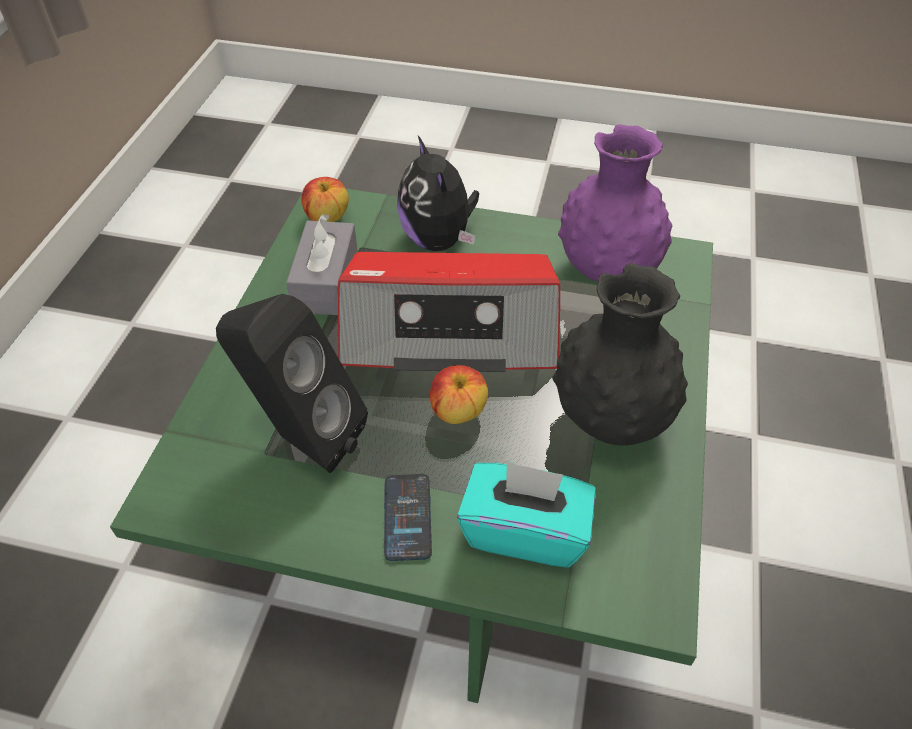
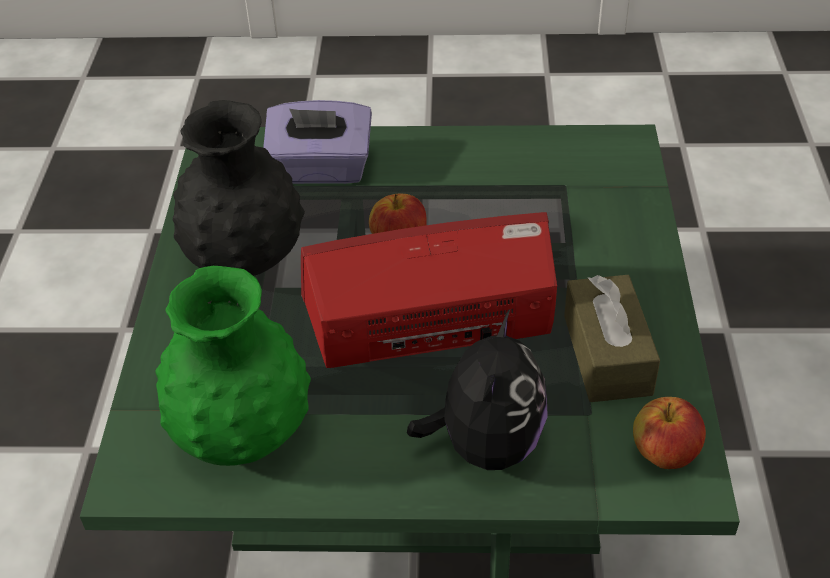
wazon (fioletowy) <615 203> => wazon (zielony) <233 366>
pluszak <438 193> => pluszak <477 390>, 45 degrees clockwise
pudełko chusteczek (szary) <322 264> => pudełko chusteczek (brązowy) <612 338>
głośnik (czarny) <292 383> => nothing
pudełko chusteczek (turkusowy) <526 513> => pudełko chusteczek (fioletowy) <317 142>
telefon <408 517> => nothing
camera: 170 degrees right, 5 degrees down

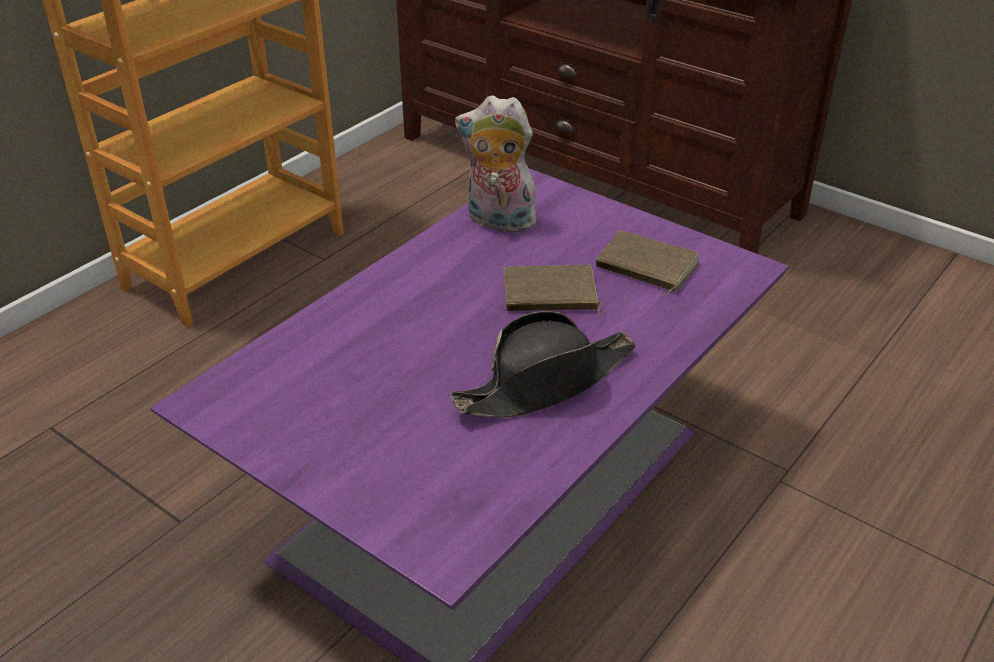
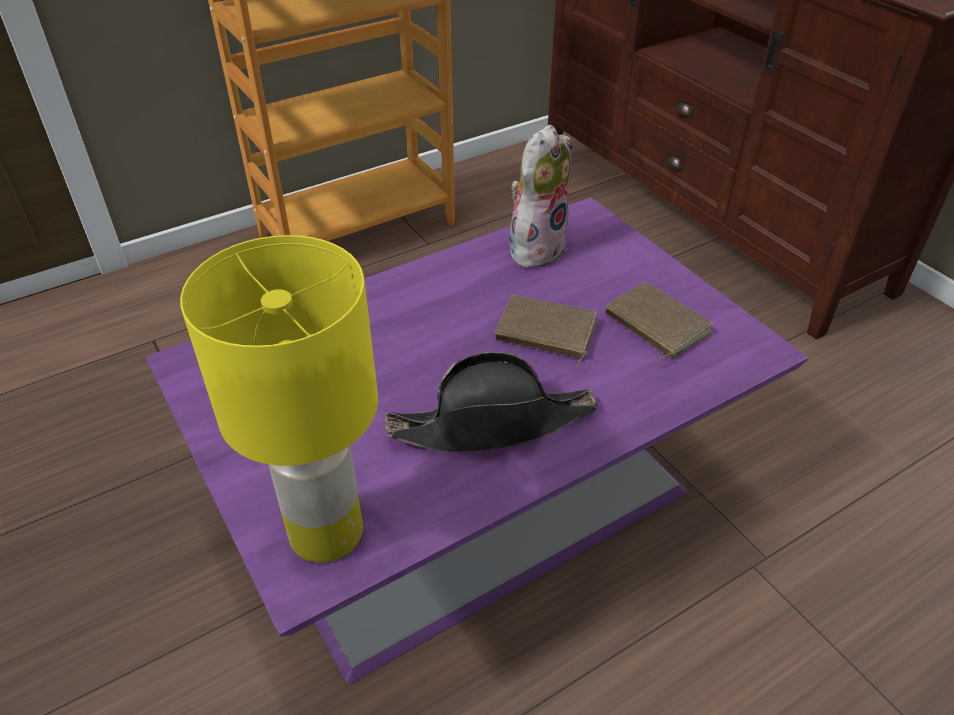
pluszak <498 163> => pluszak <541 196>, 90 degrees clockwise
nothing => lampa stołowa (żółty) <279 399>
camera: 20 degrees right, 5 degrees up

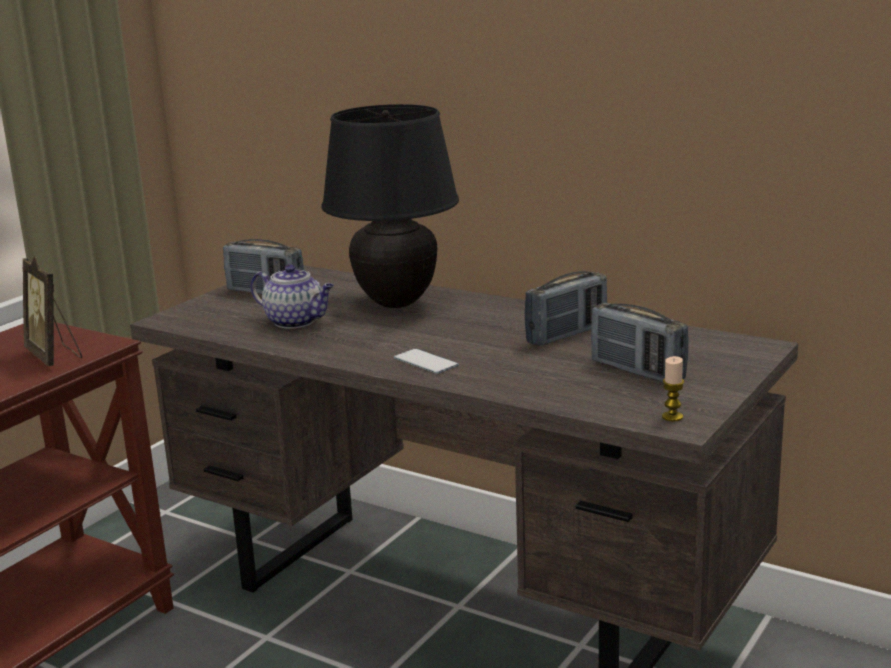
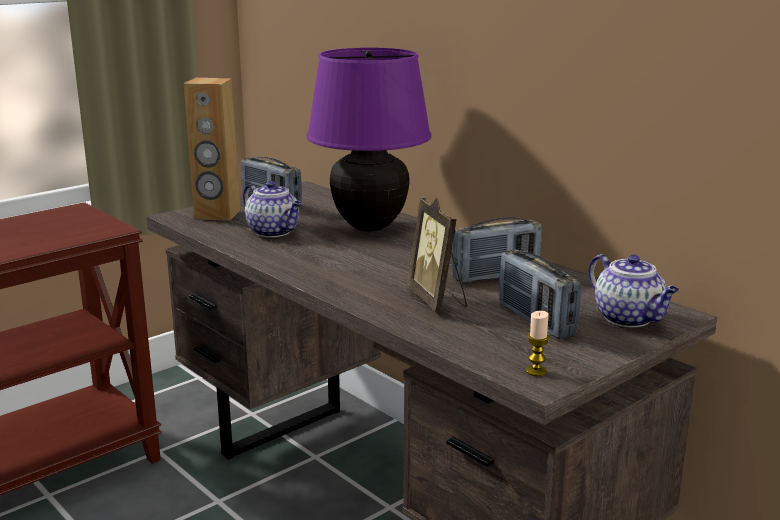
lampa stołowa (czarny) <390 206> => lampa stołowa (fioletowy) <369 140>
ramka na zdjęcie <52 311> => ramka na zdjęcie <437 254>, moved
telefon <426 361> => nothing
nothing => głośnik (brązowy) <212 149>
nothing => imbryk <633 290>
camera: 15 degrees right, 0 degrees up

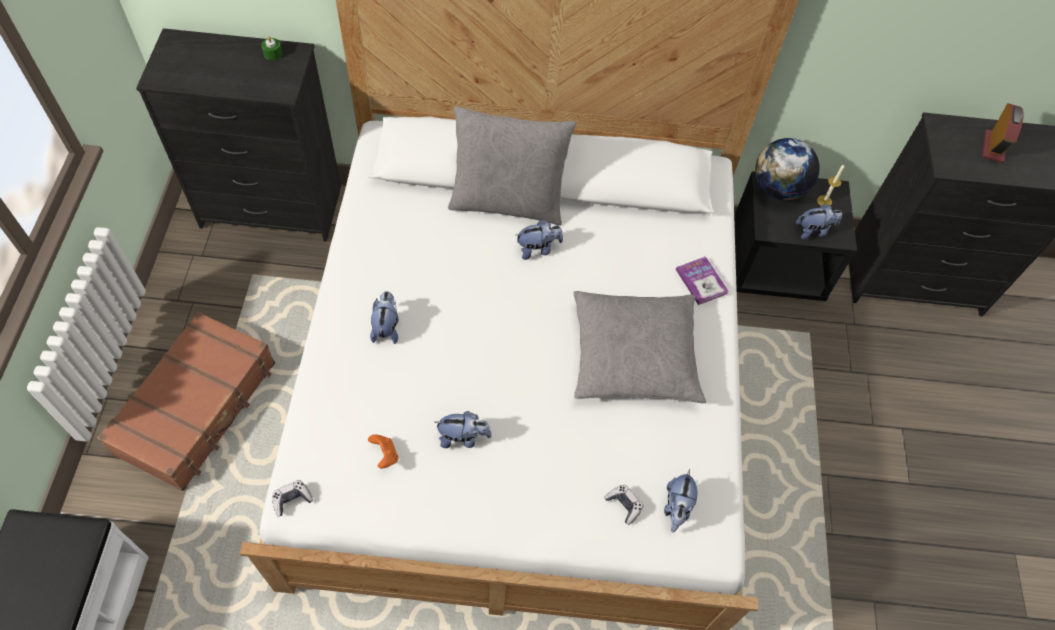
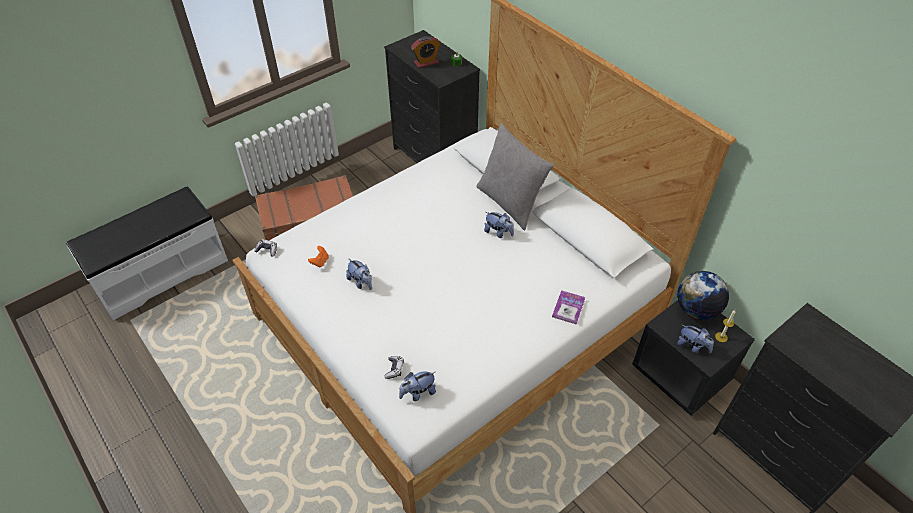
budzik <1002 133> => budzik <425 52>, moved
pluszak <384 317> => nothing
poduszka (szary) <640 347> => nothing
camera: 50 degrees right, 10 degrees down

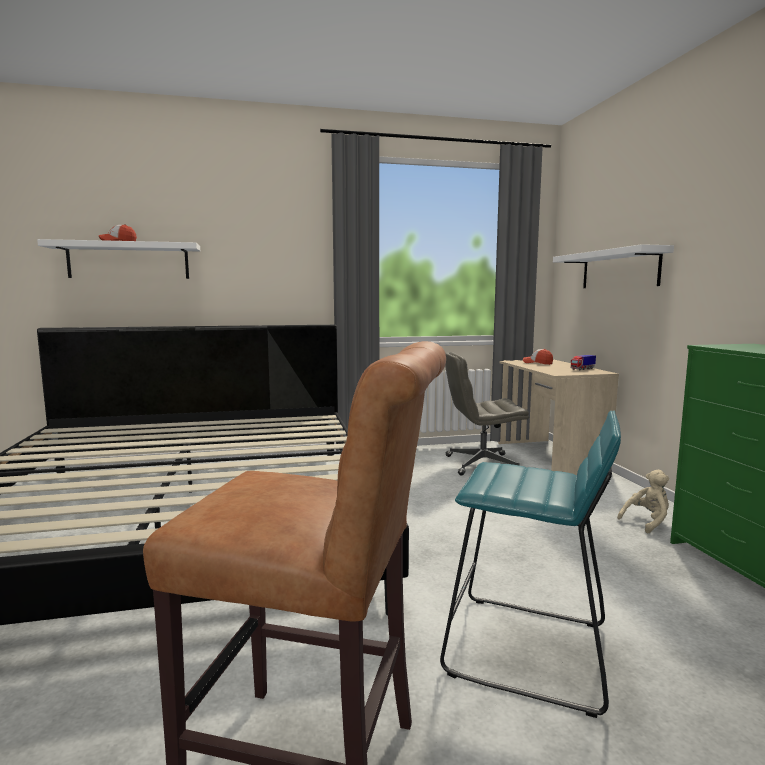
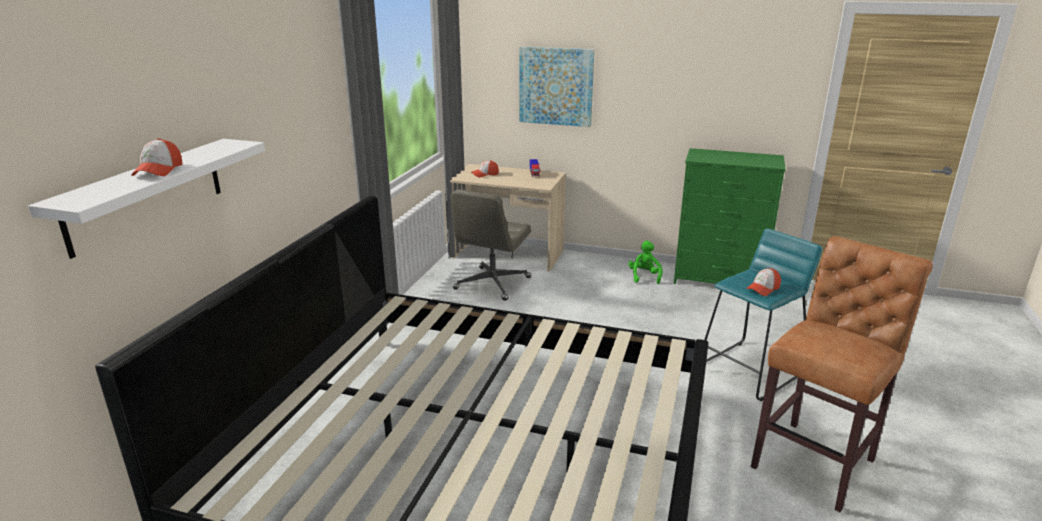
półka (biały) <613 266> => obraz <556 86>
pluszak (beżowy) <643 502> => pluszak (zielony) <645 262>
nothing => czapka z daszkiem <763 282>
camera: 60 degrees left, 15 degrees up

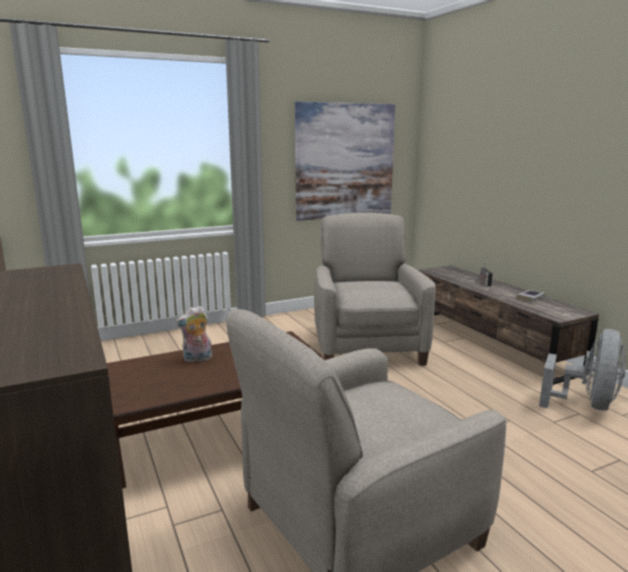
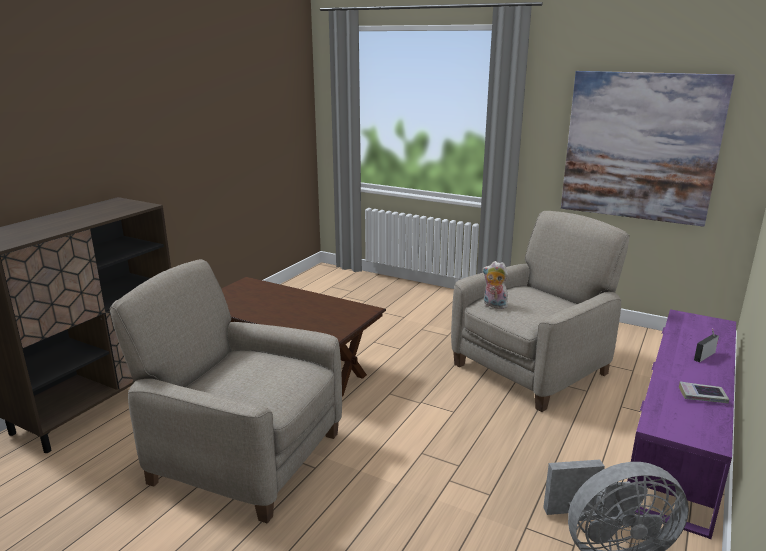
szafka pod telewizor (brązowy) <508 325> => szafka pod telewizor (fioletowy) <681 424>
pluszak <194 334> => pluszak <495 285>, moved
camera: 55 degrees right, 5 degrees up

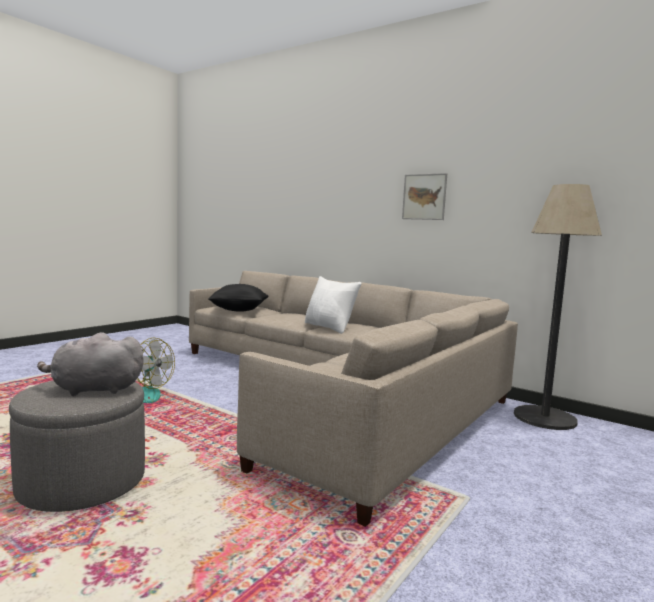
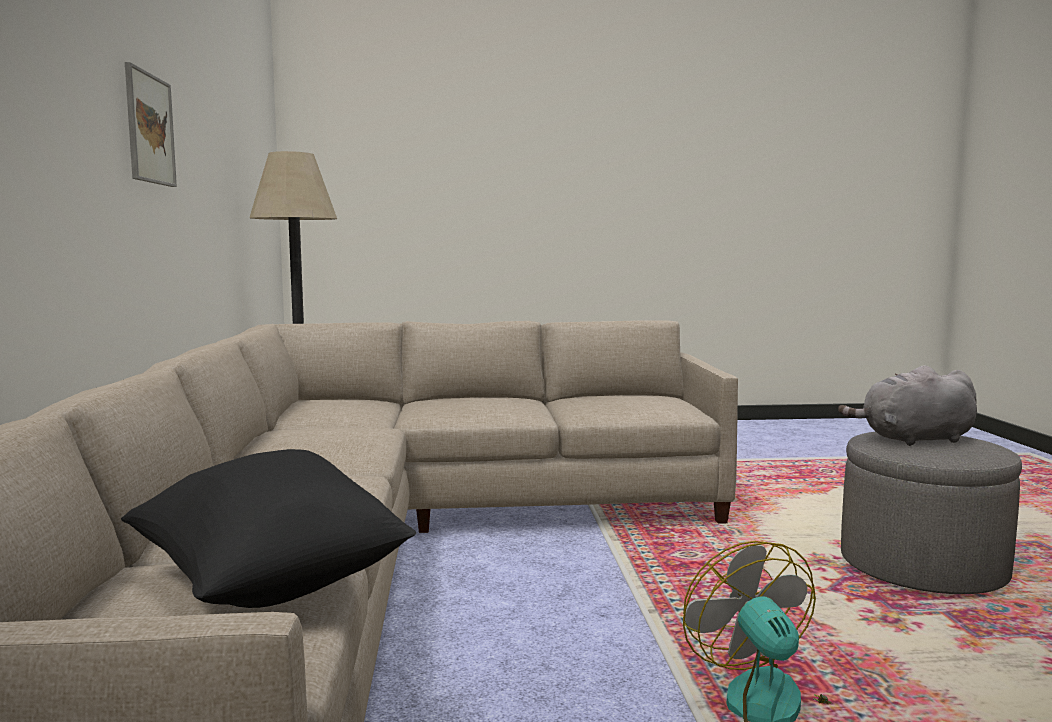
poduszka (biały) <333 305> => nothing
pluszak (szary) <90 364> => pluszak (szary) <907 405>, 135 degrees clockwise
camera: 130 degrees left, 0 degrees up

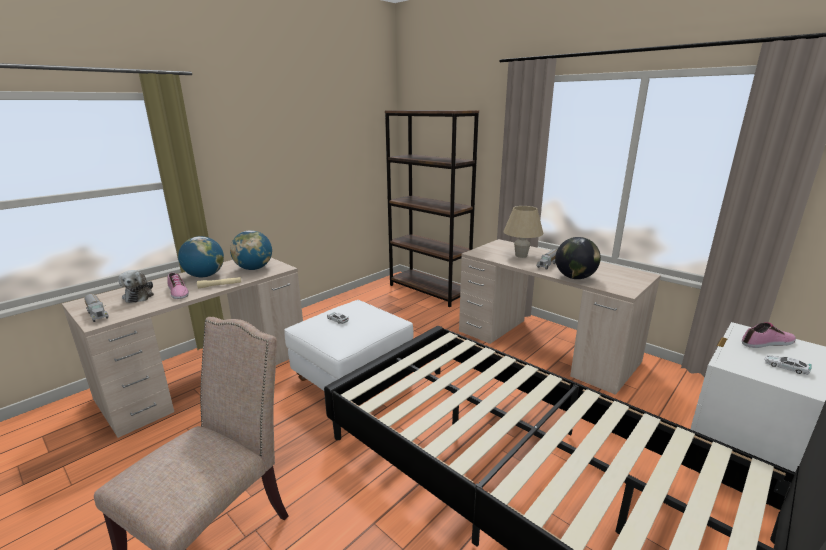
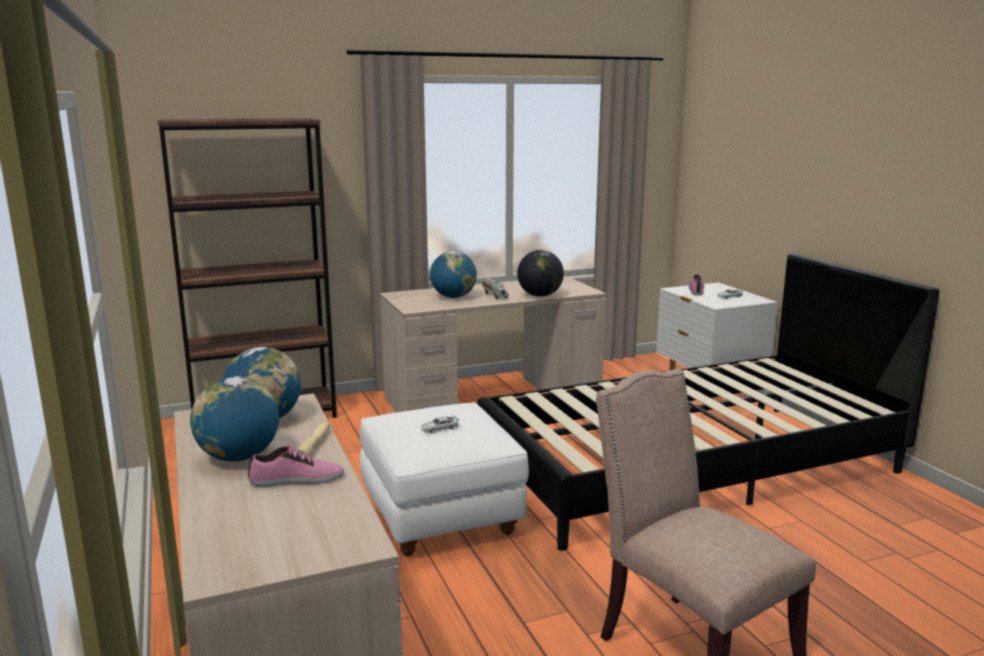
lampa stołowa (beżowy) <523 232> => globus <453 274>
pluszak <136 286> => nothing
ciężarówka zabawkowa <96 308> => nothing
camera: 65 degrees left, 5 degrees down

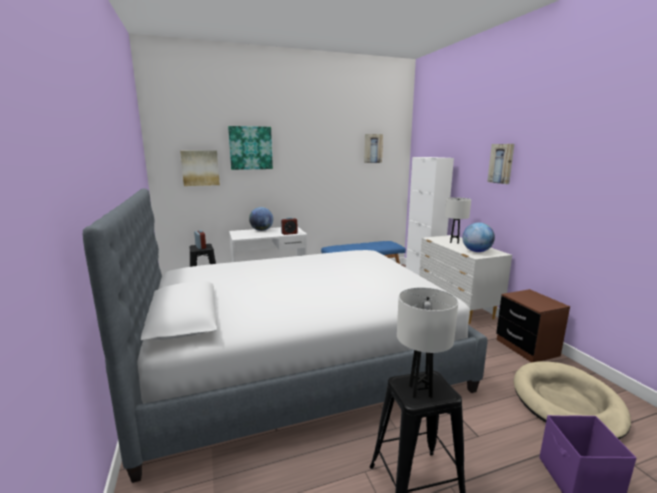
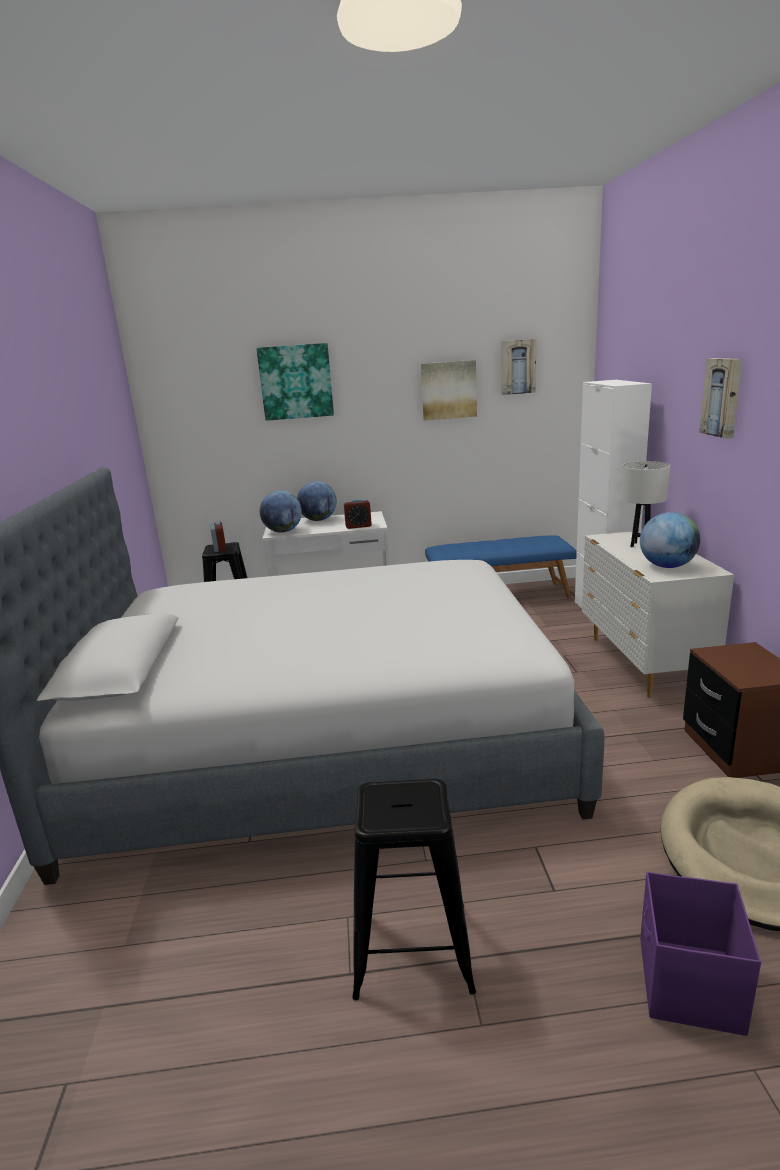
obraz <200 168> => obraz <449 390>, moved
lampa stołowa (biały) <427 342> => nothing
nothing => globus <281 511>
camera: 15 degrees right, 5 degrees up

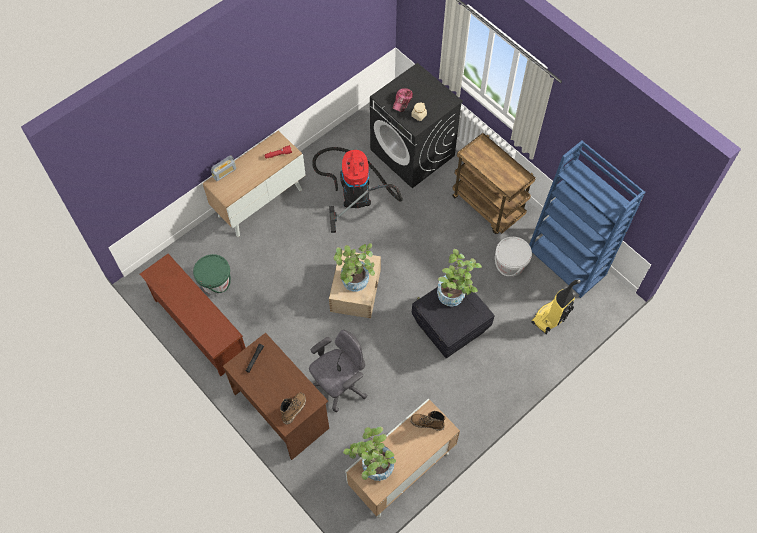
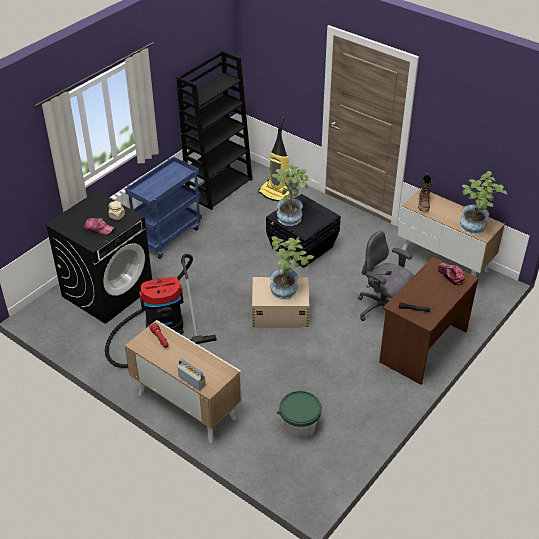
wózek (brązowy) <494 183> => wózek (niebieski) <163 208>
regał (niebieski) <587 219> => regał (czarny) <214 130>
wiadro (biały) <513 257> => nothing
regał na buty (brązowy) <193 314> => nothing
but z cholewką <293 409> => czapka z daszkiem <451 274>
camera: 100 degrees left, 20 degrees down

